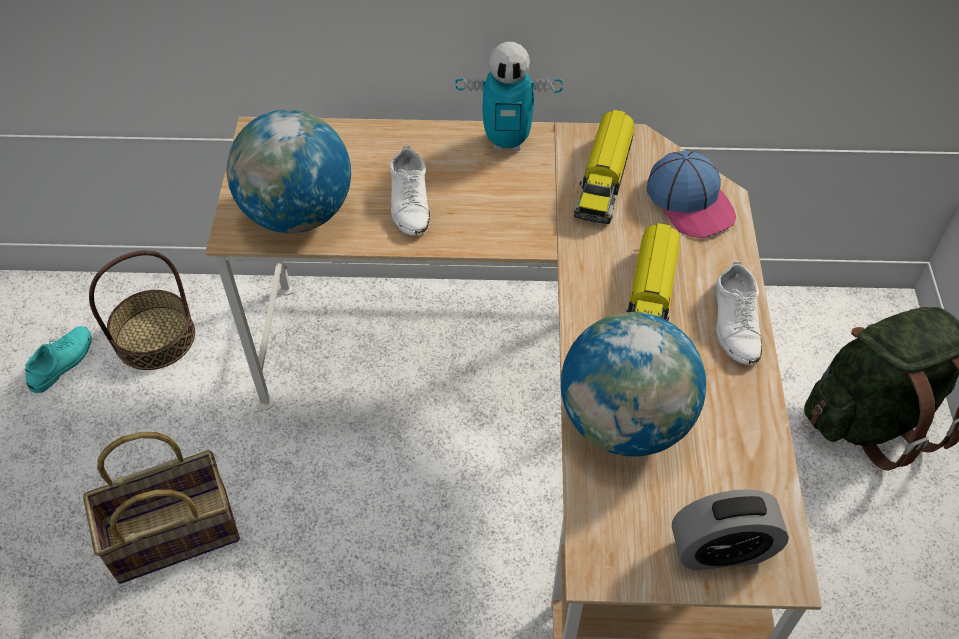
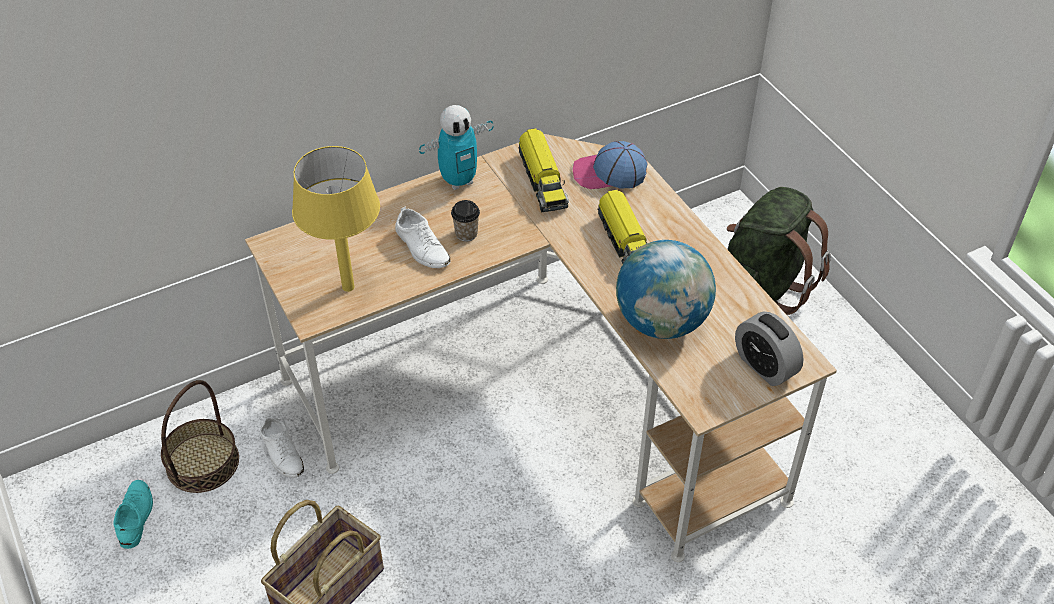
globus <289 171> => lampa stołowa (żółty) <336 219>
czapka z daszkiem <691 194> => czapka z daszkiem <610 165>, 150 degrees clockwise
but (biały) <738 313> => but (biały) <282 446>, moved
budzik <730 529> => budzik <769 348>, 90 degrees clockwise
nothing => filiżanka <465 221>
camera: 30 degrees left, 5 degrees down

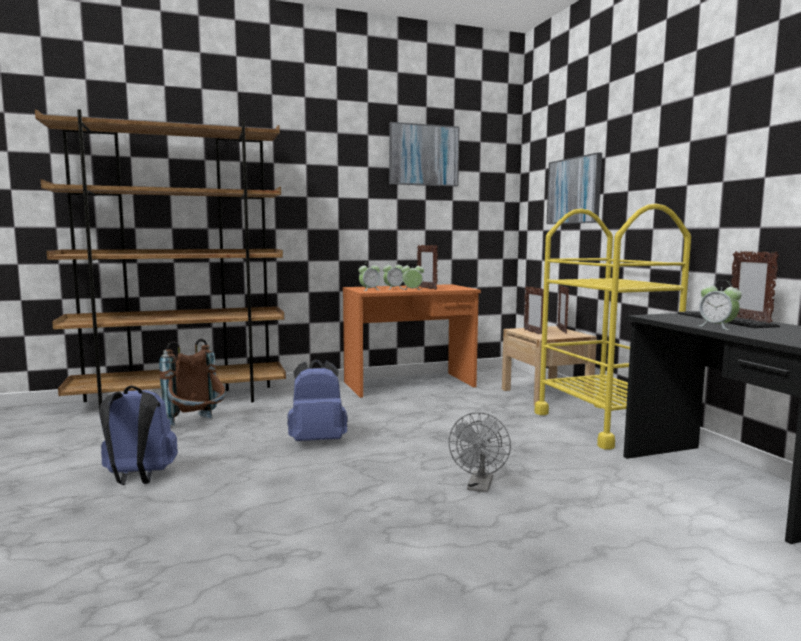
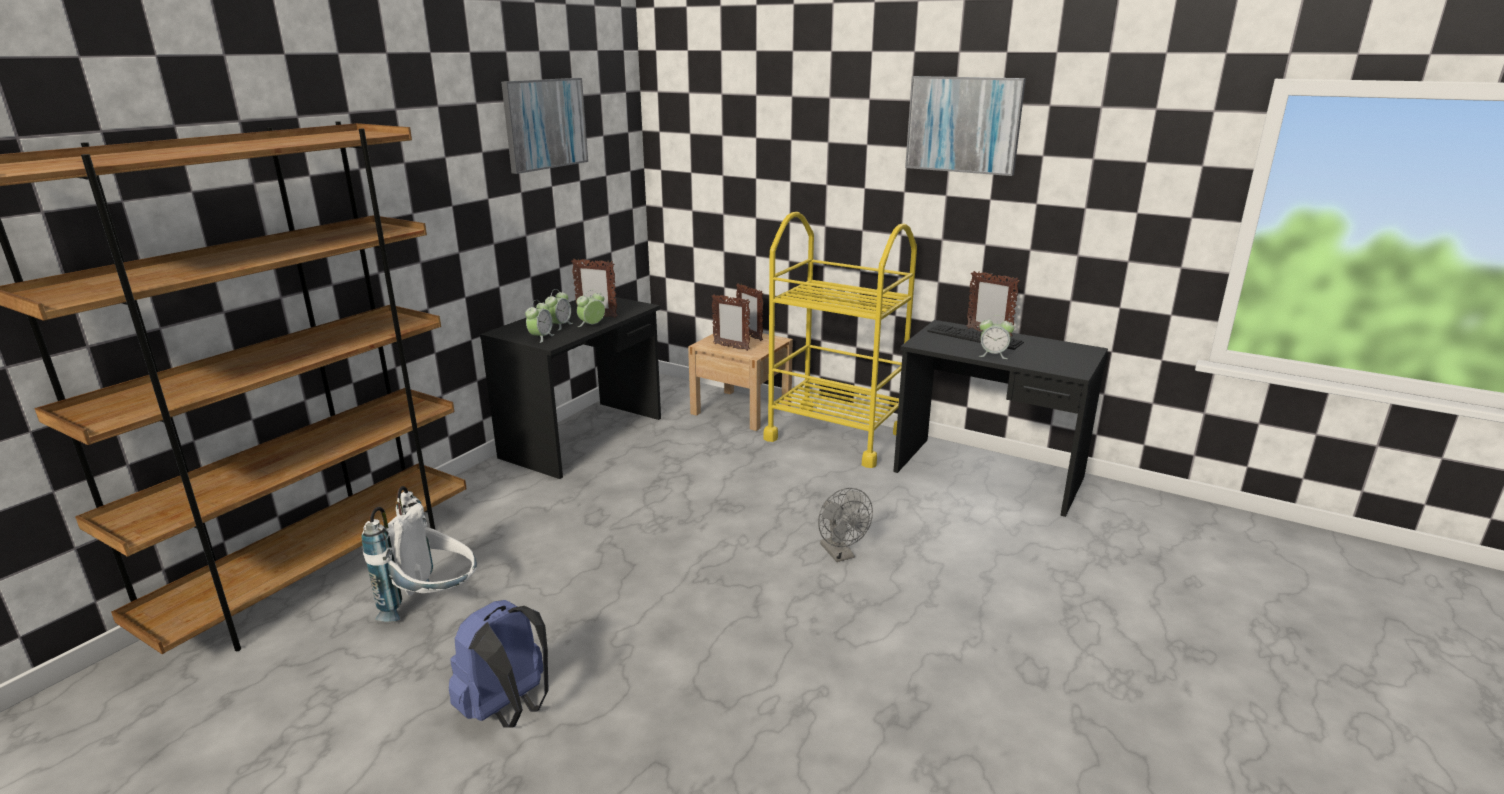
obraz <574 188> => obraz <965 126>, moved
biurko (pomarańczowy) <412 341> => biurko (czarny) <570 388>
plecak (brązowy) <192 382> => plecak (biały) <419 554>
plecak (niebieski) <317 400> => nothing
camera: 40 degrees left, 15 degrees up

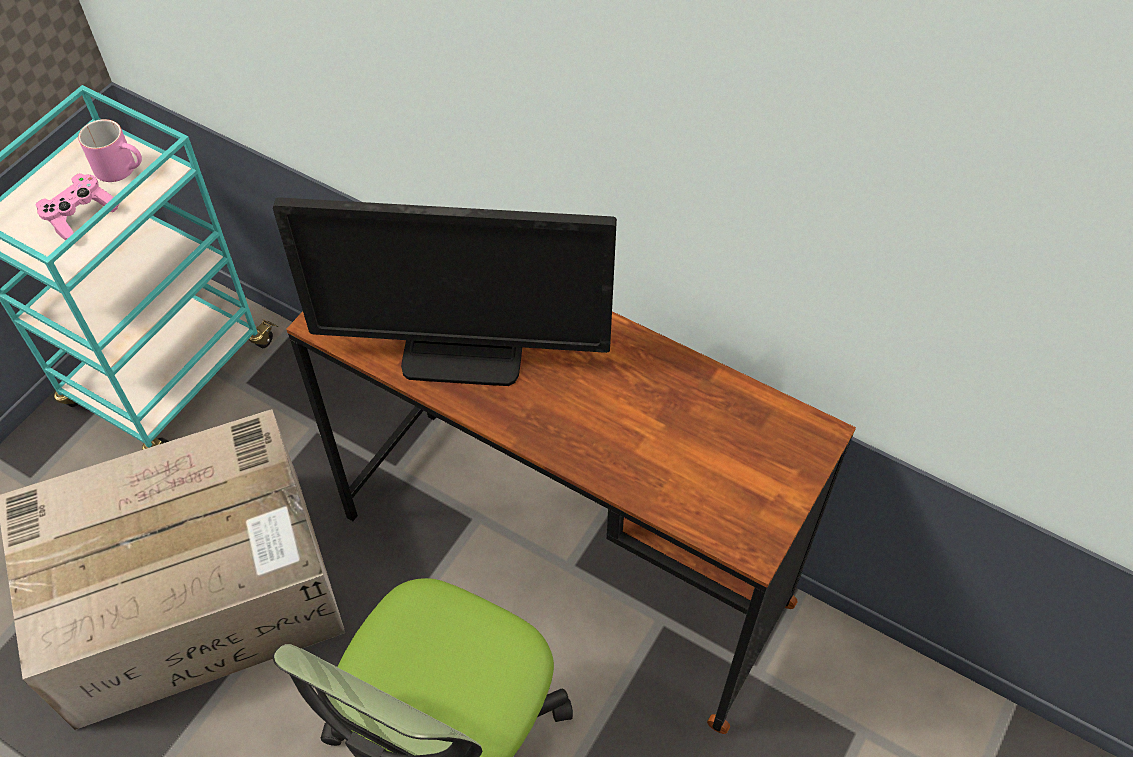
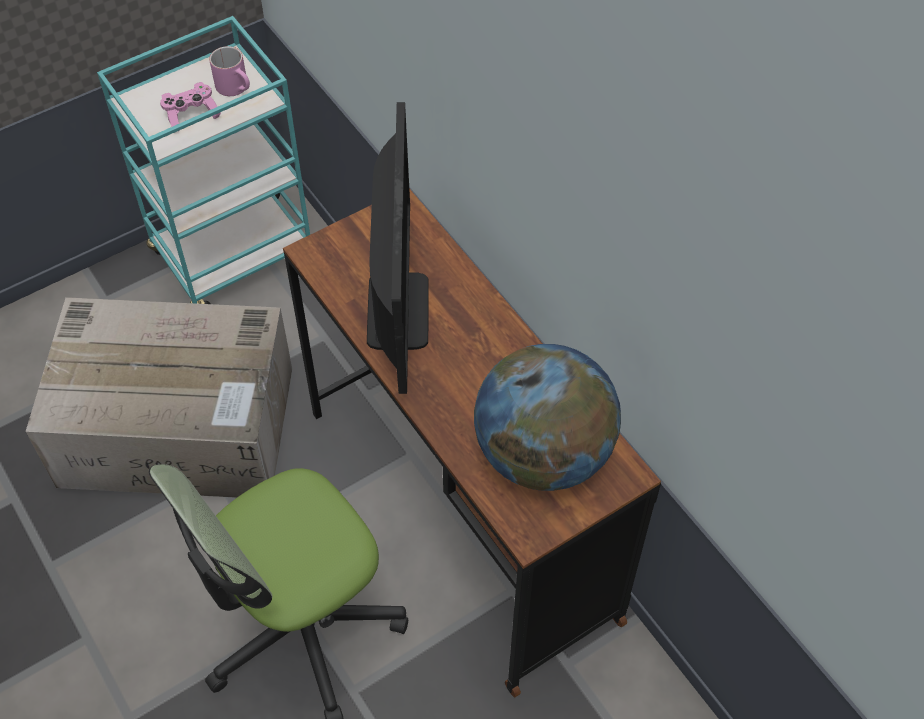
monitor <445 291> => monitor <398 248>, 120 degrees counterclockwise
nothing => globus <547 417>
camera: 25 degrees right, 0 degrees up

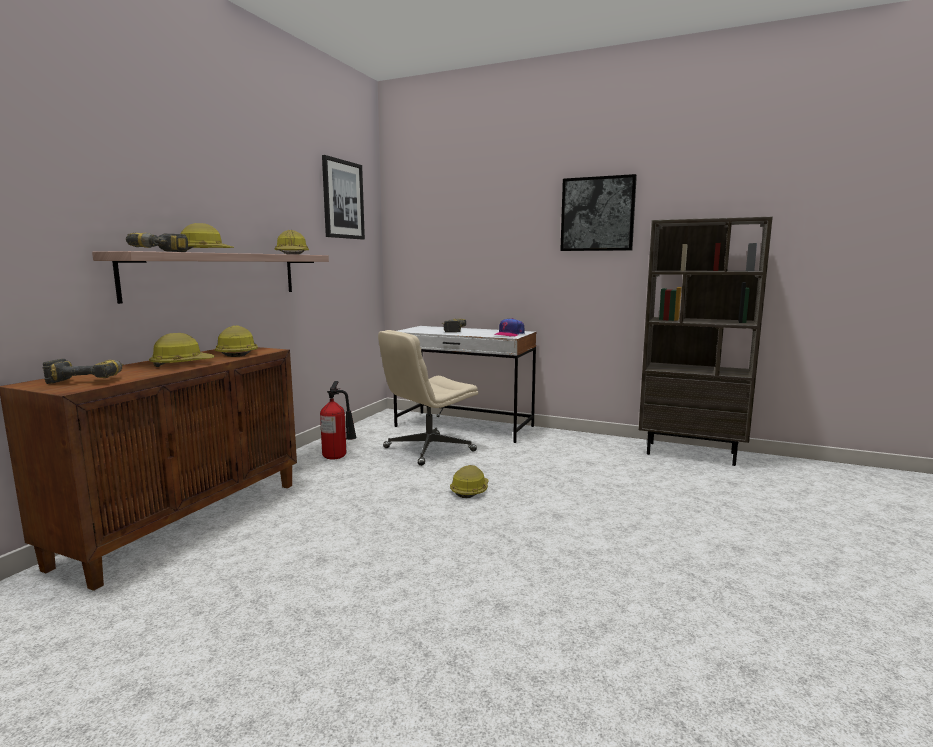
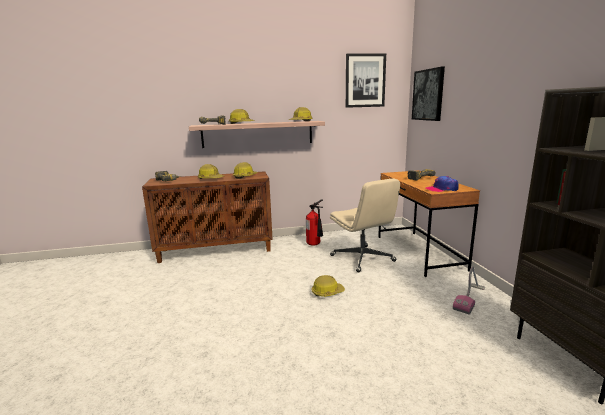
obraz <598 212> => obraz <428 94>, moved
biurko (biały) <465 384> => biurko (brązowy) <429 223>
krzesło biurowe (beżowy) <428 398> => krzesło biurowe (beżowy) <365 226>, 135 degrees counterclockwise
nothing => odkurzacz <469 290>
camera: 55 degrees right, 5 degrees up

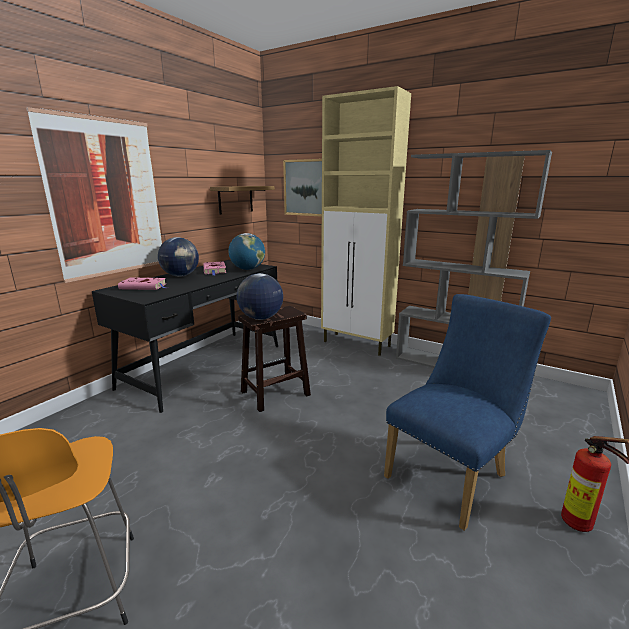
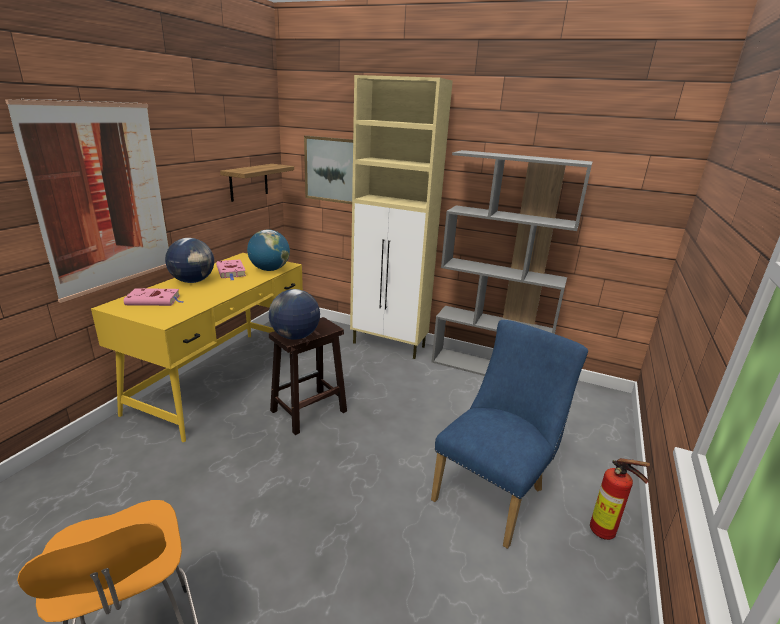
biurko (czarny) <185 336> => biurko (żółty) <197 347>
camera: 10 degrees left, 5 degrees up

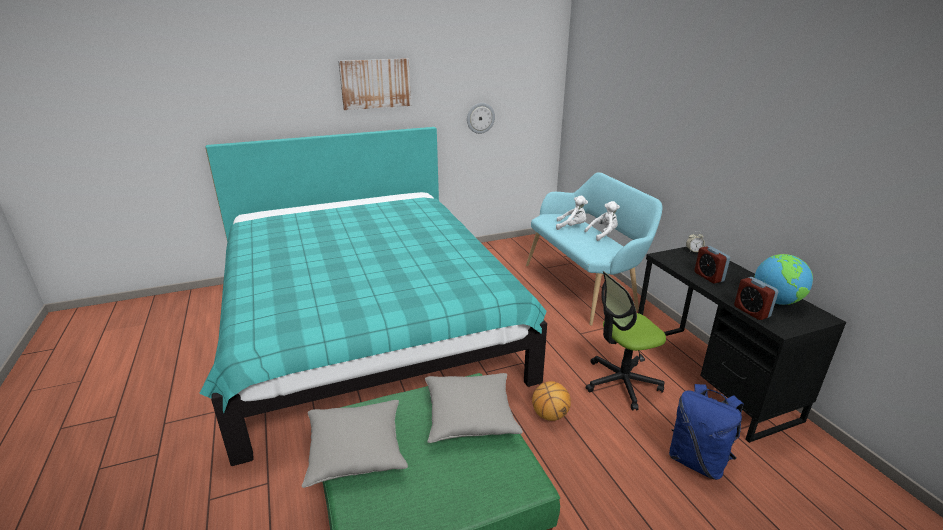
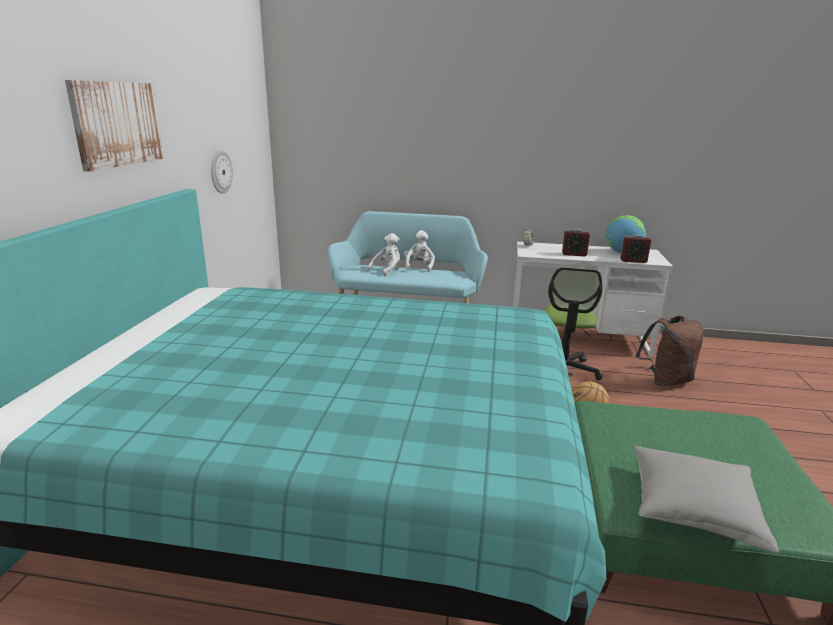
biurko (czarny) <742 345> => biurko (biały) <593 299>
poduszka (szary) <474 408> => nothing
plecak (niebieski) <706 432> => plecak (brązowy) <670 351>
camera: 60 degrees left, 5 degrees down

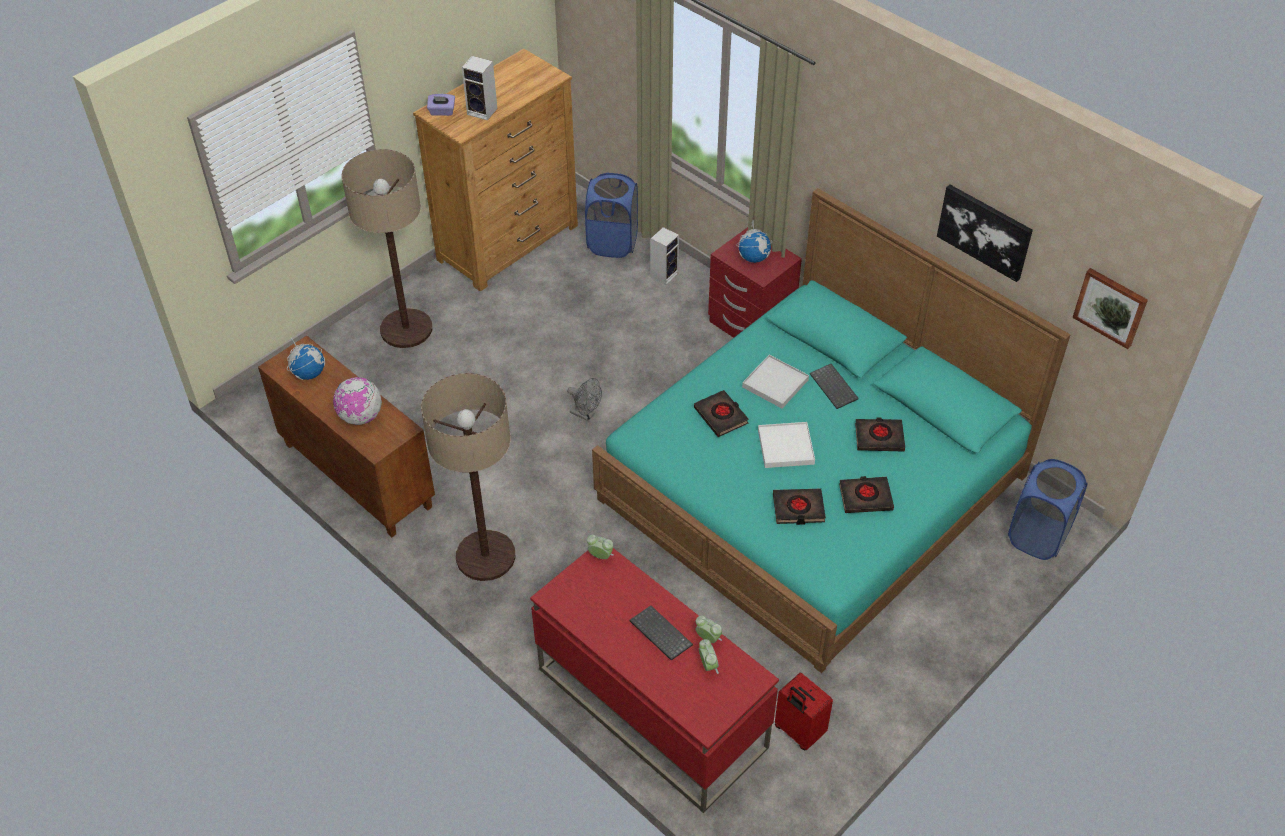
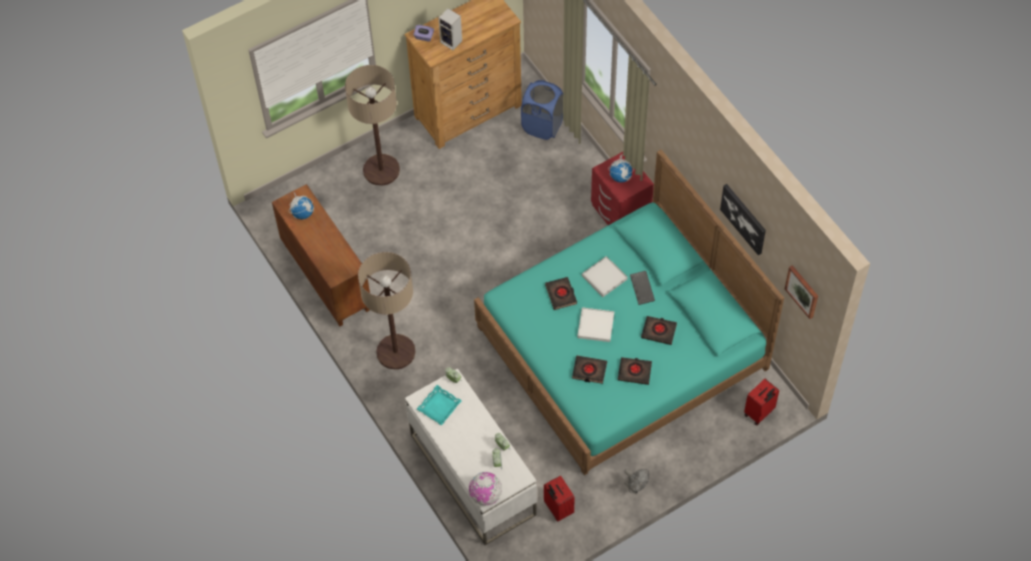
głośnik <664 256> => nothing
globus <357 401> => globus <485 489>, moved
wentylator (szary) <584 399> => wentylator (szary) <636 481>, moved
kosz na pranie (niebieski) <1048 509> => walizka (czerwony) <761 402>
biurko (czerwony) <654 680> => biurko (biały) <471 456>
klawiatura <661 633> => nothing
nothing => taca (turkusowy) <439 405>
camera: 15 degrees right, 10 degrees up

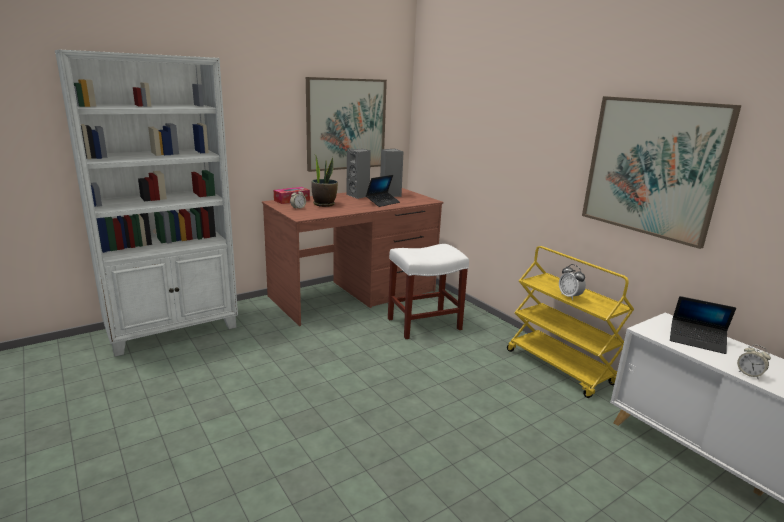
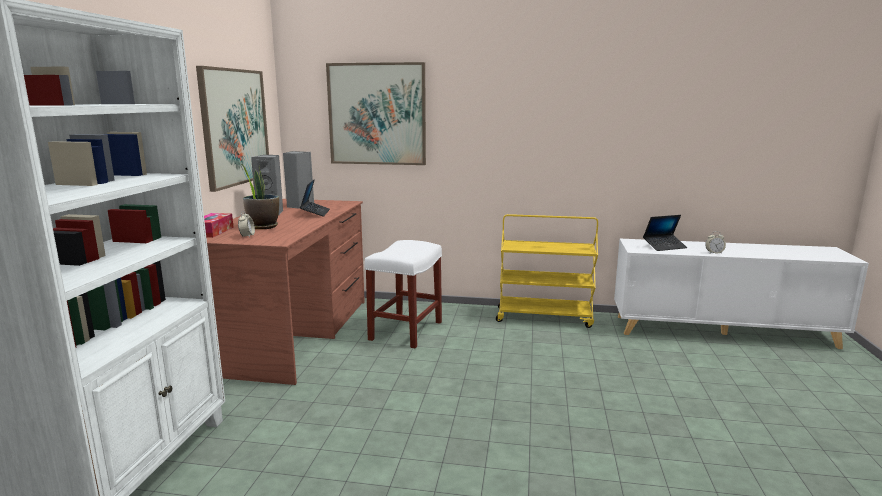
obraz <662 172> => obraz <376 113>, moved
budzik <572 282> => nothing
camera: 45 degrees left, 5 degrees down

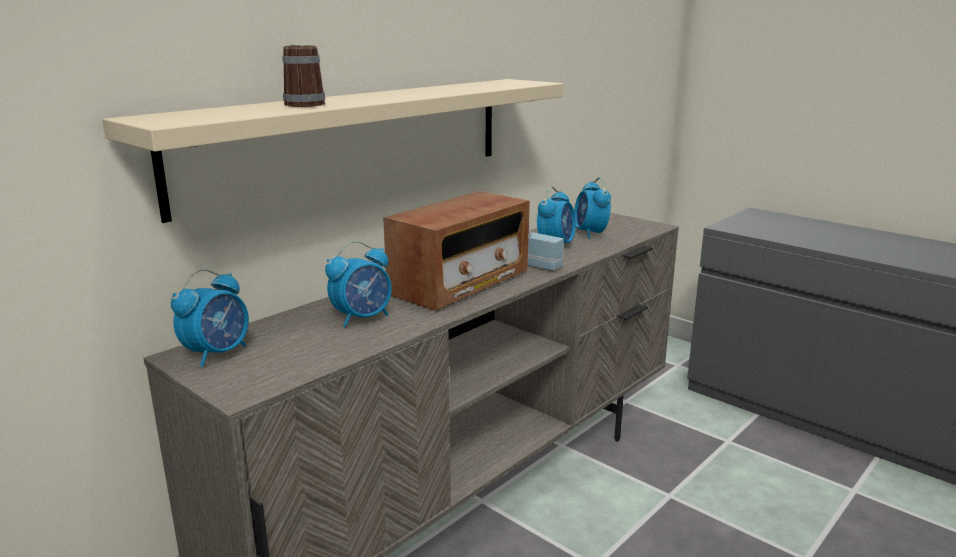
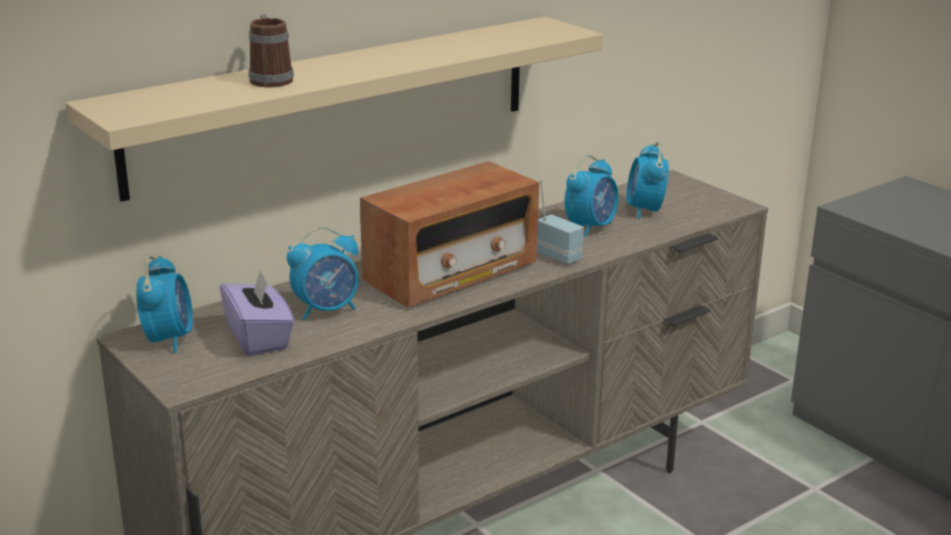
budzik <210 318> => budzik <164 304>, 45 degrees counterclockwise
nothing => pudełko chusteczek (fioletowy) <257 312>
camera: 10 degrees right, 5 degrees up

